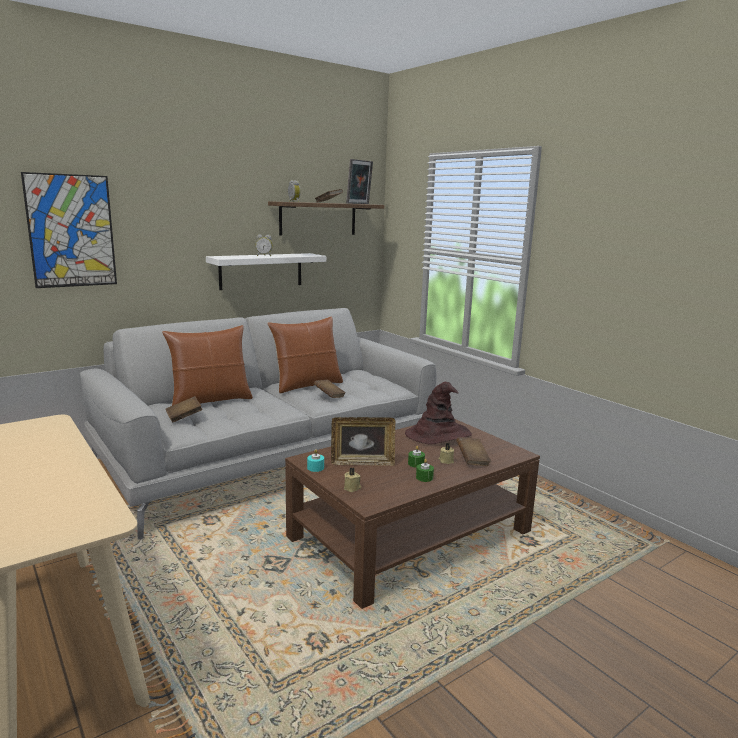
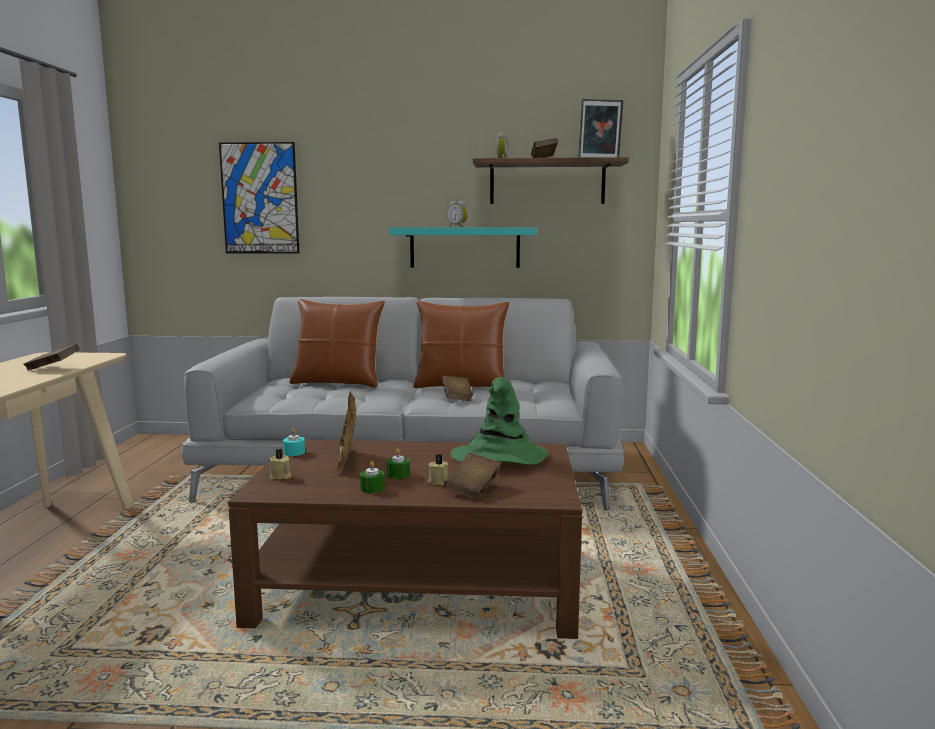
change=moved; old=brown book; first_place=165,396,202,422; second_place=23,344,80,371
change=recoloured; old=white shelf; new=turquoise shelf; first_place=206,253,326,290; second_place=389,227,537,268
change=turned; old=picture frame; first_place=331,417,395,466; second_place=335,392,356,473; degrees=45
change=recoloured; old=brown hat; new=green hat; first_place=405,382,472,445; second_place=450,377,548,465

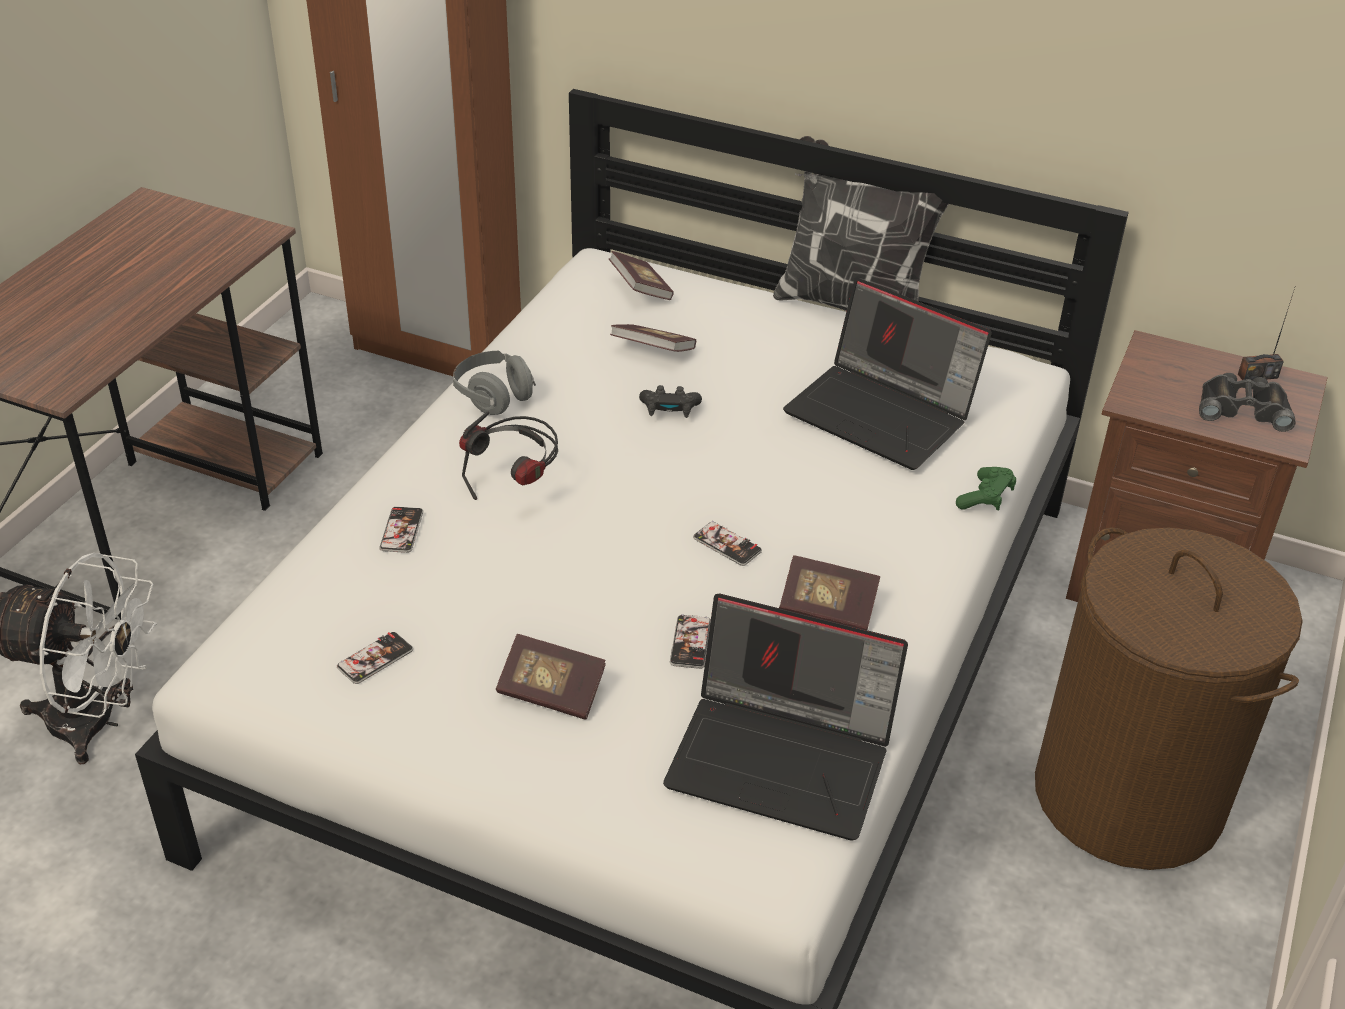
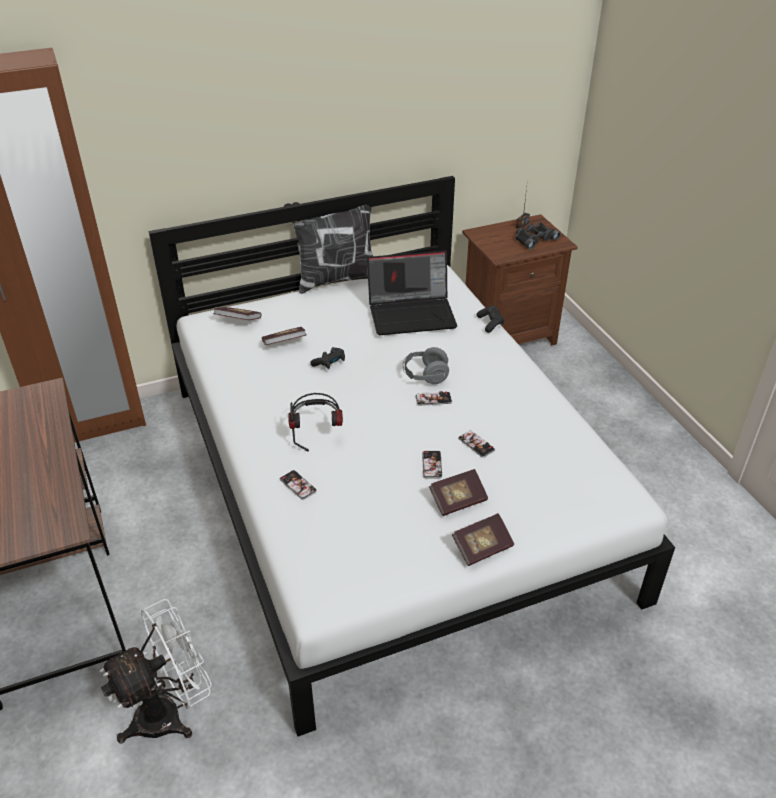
change=moved; old=phone; first_place=337,632,413,684; second_place=422,451,442,478
change=moved; old=grey headphones; first_place=453,351,536,415; second_place=403,347,449,384
change=removed; old=laptop; first_place=663,594,908,841
change=moved; old=book; first_place=779,555,880,630; second_place=452,513,514,566
change=recoloured; old=green game controller; new=black game controller; first_place=956,467,1016,510; second_place=477,306,505,333
change=removed; old=brown laundry basket; first_place=1035,528,1303,870

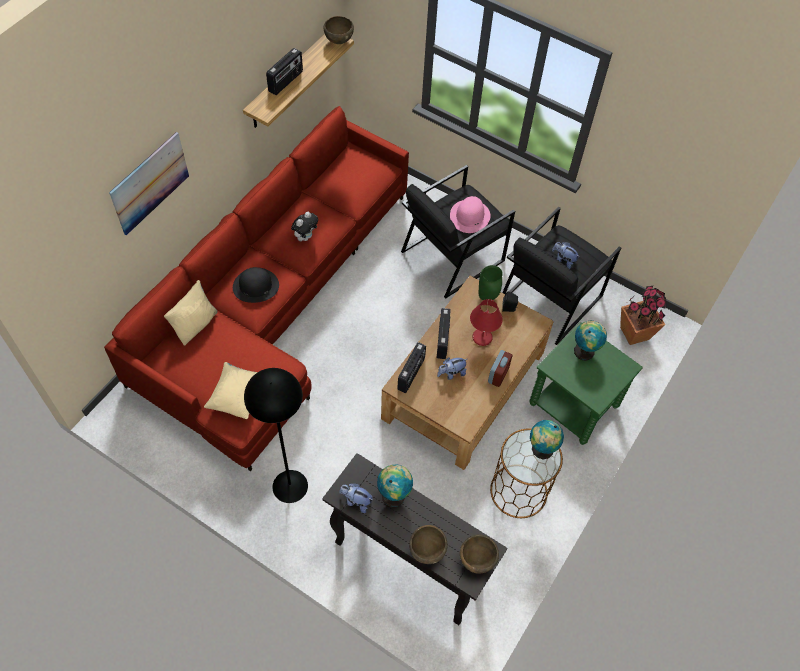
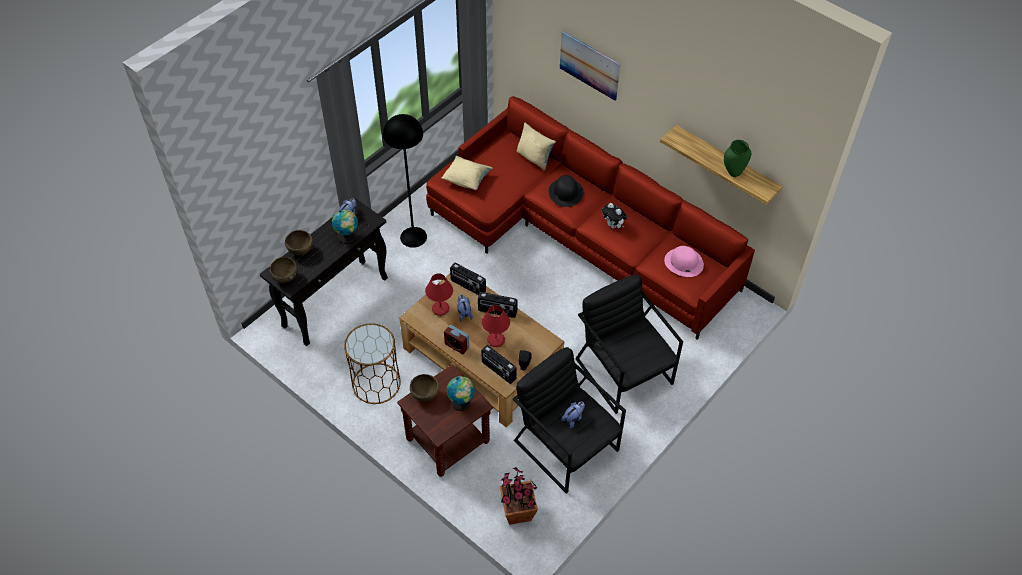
change=moved; old=radio; first_place=266,48,303,95; second_place=481,345,517,384
change=moved; old=brown bowl; first_place=324,16,354,44; second_place=410,374,439,402
change=moved; old=pink hat; first_place=450,196,491,233; second_place=664,246,704,277
change=moved; old=green vase; first_place=479,265,503,300; second_place=724,140,751,177
change=recoloured; old=green side table; new=brown side table; first_place=530,322,643,445; second_place=397,364,493,477
change=removed; old=globe; first_place=530,420,564,460
change=added; new=red table lamp; second_place=425,273,453,316

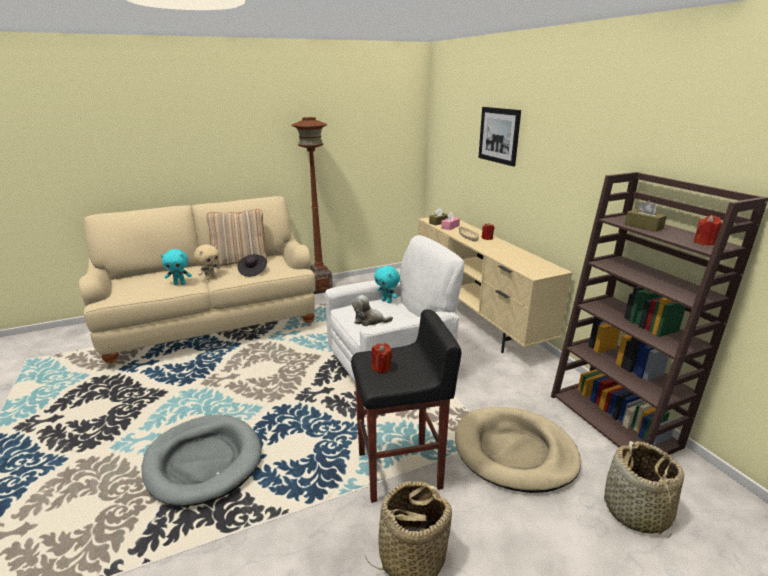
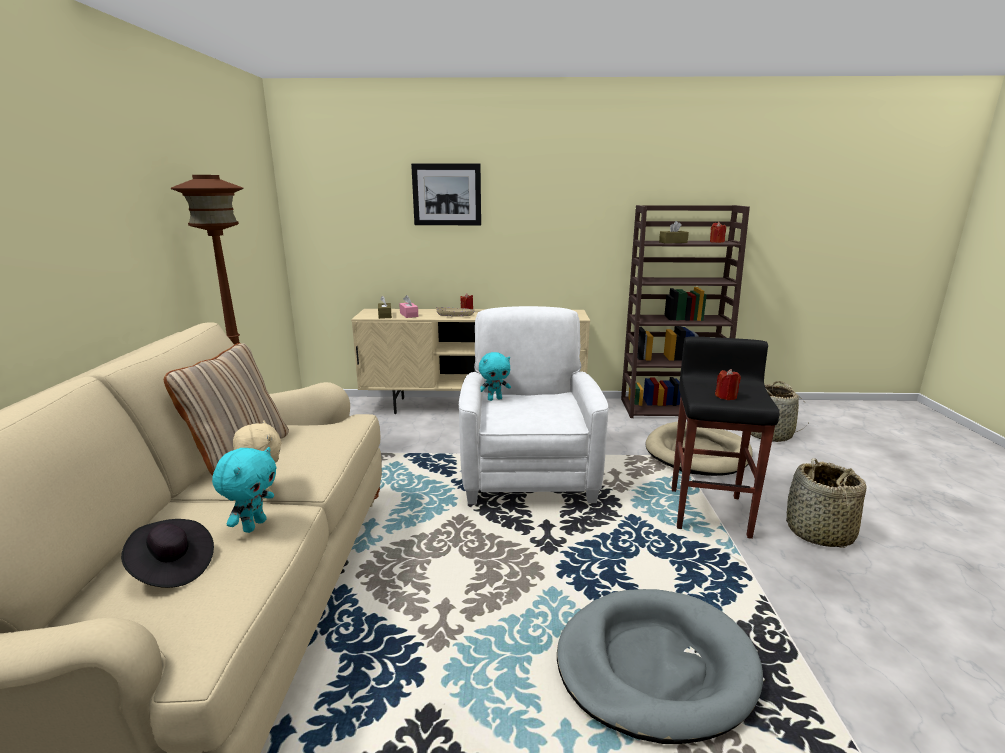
change=moved; old=black hat; first_place=237,254,267,277; second_place=121,519,214,588
change=removed; old=plush toy; first_place=352,295,393,326

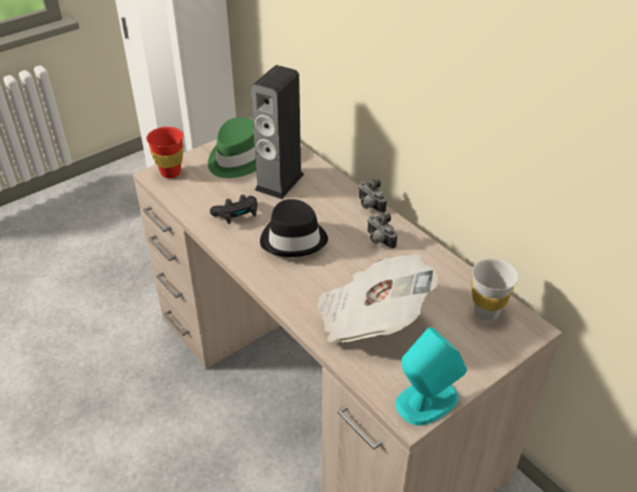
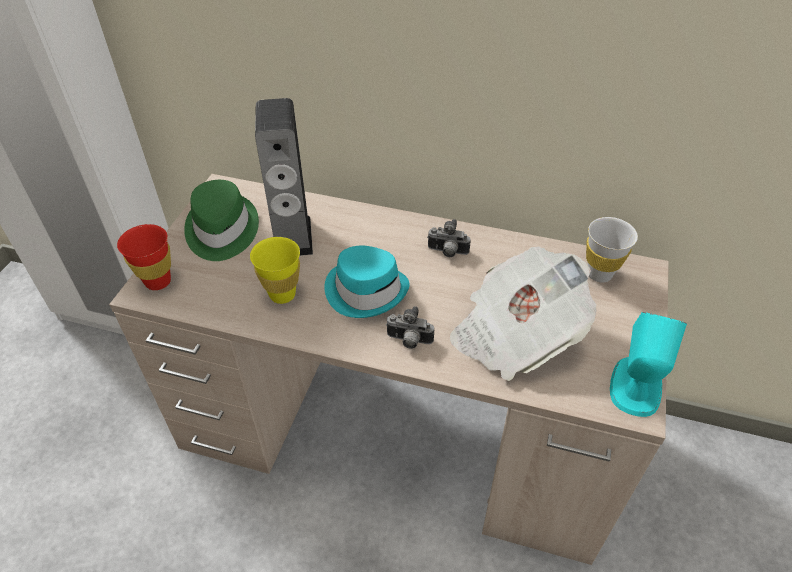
change=replaced; old=black game controller; new=yellow cup; first_place=210,195,257,224; second_place=250,237,300,304
change=recoloured; old=black hat; new=turquoise hat; first_place=260,199,328,257; second_place=324,245,410,318
change=moved; old=photo camera; first_place=358,179,387,213; second_place=386,306,434,349

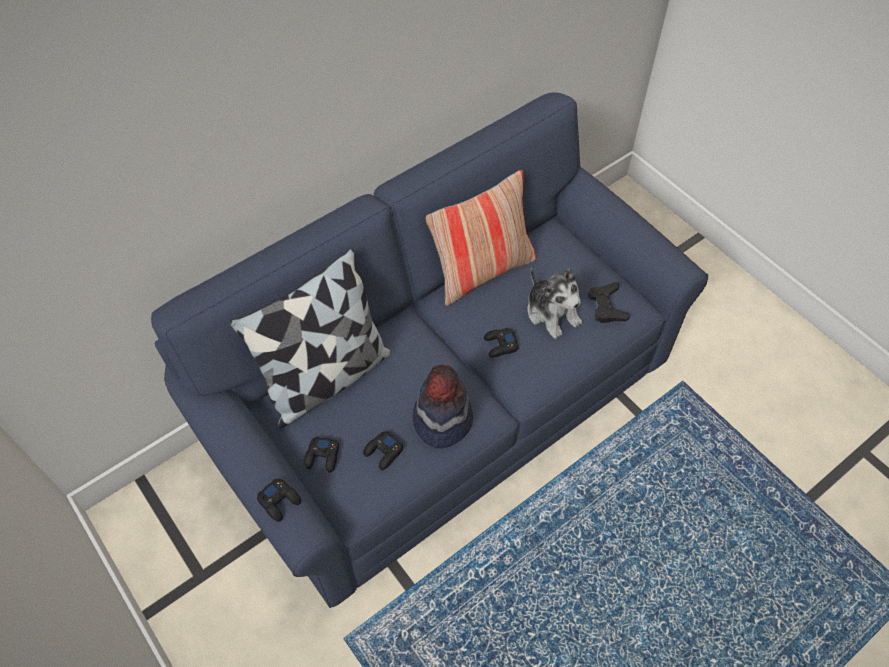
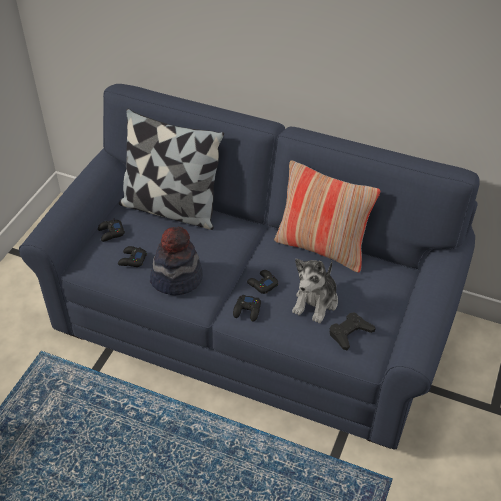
change=moved; old=black game controller; first_place=257,478,301,522; second_place=233,295,261,322

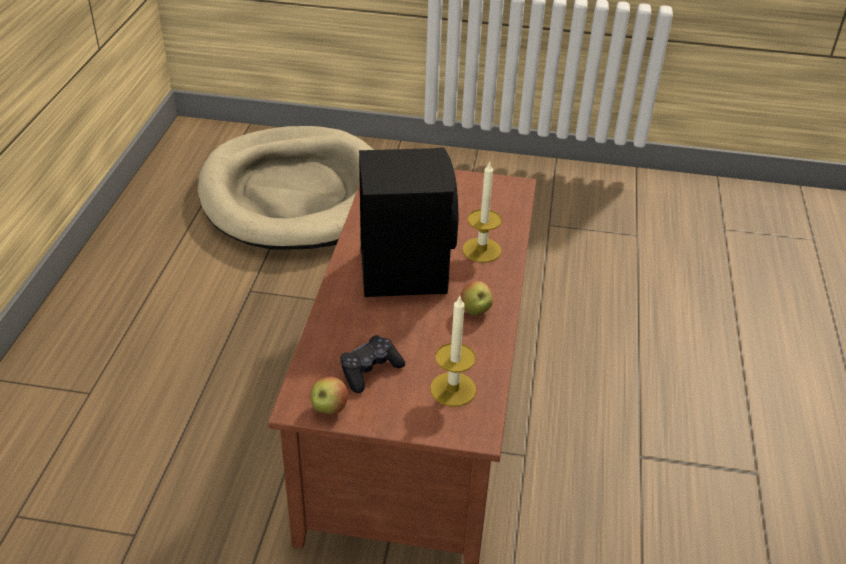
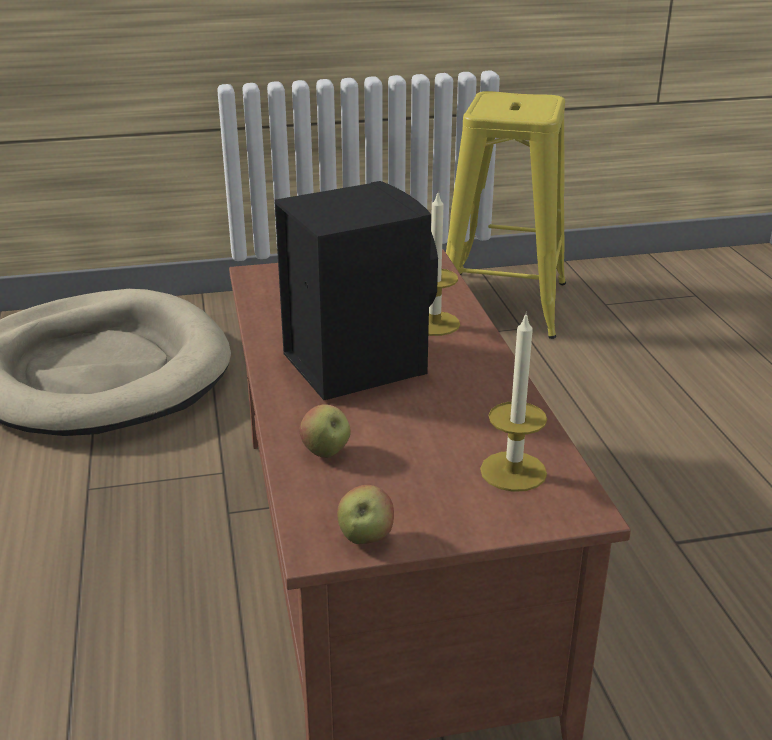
change=removed; old=black game controller; first_place=340,335,405,393
change=moved; old=apple; first_place=460,281,493,316; second_place=299,404,351,458
change=added; new=yellow stool; second_place=446,91,566,339

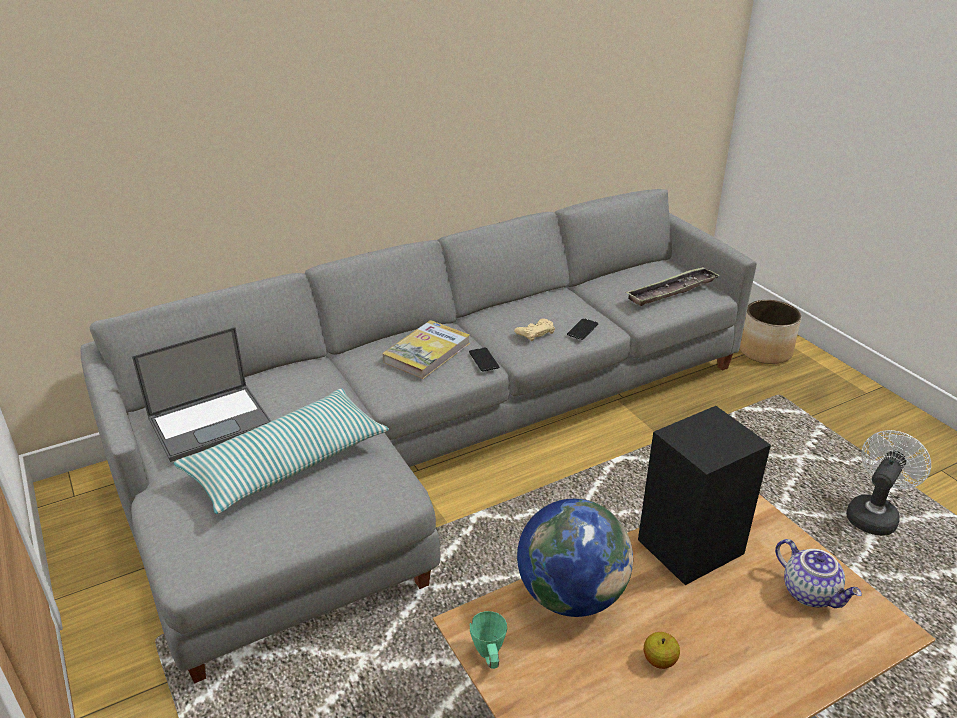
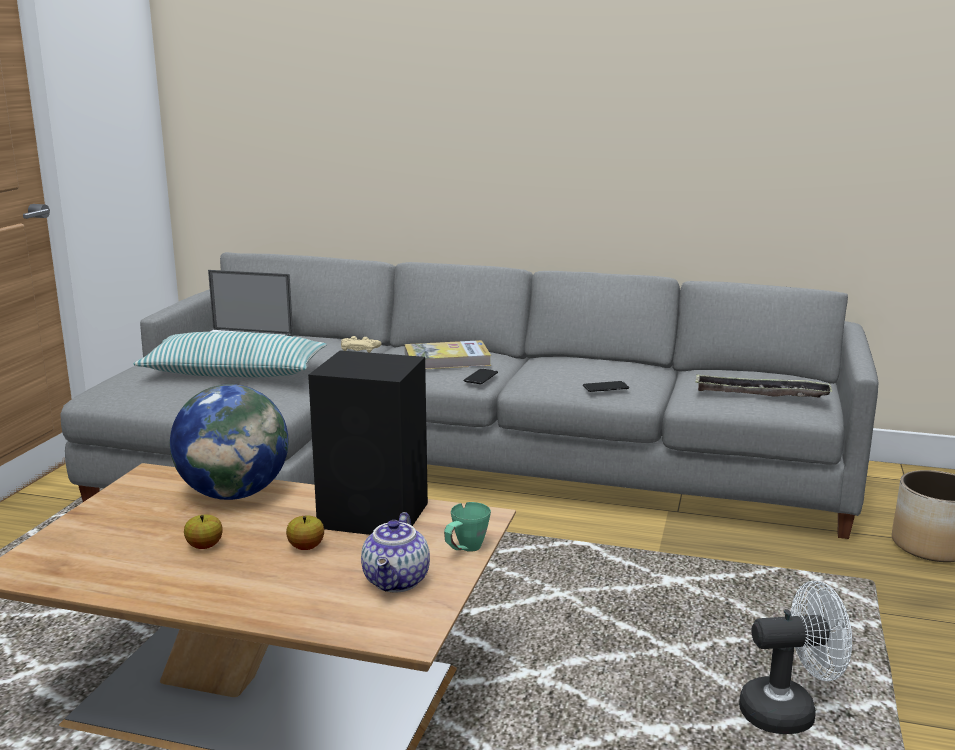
change=moved; old=green mug; first_place=470,611,507,669; second_place=444,502,491,552
change=moved; old=beige game controller; first_place=514,318,555,341; second_place=341,336,382,353
change=added; new=apple; second_place=286,516,324,550

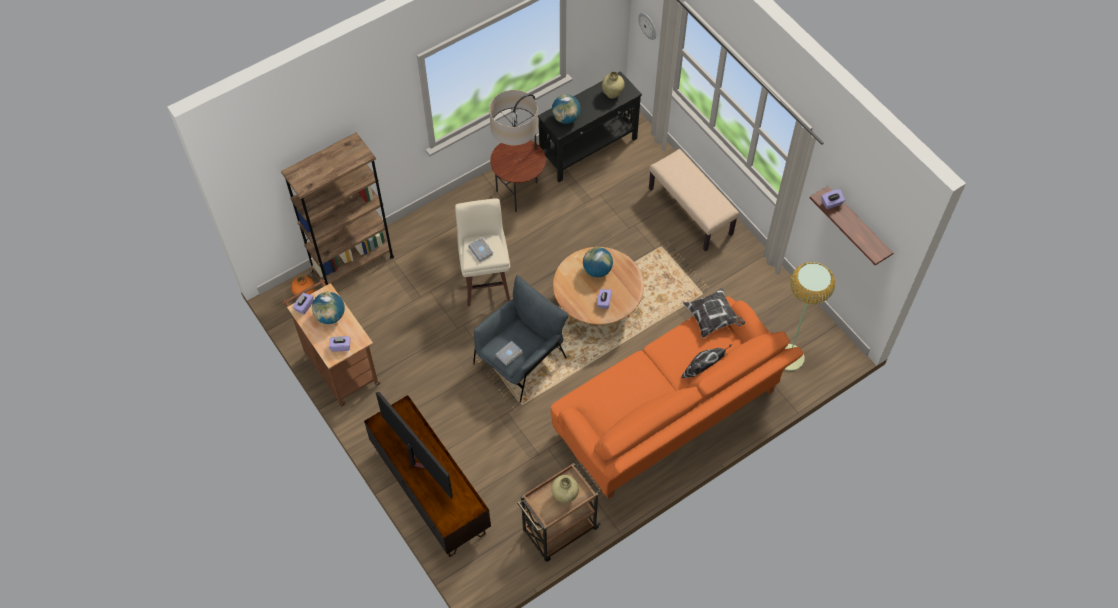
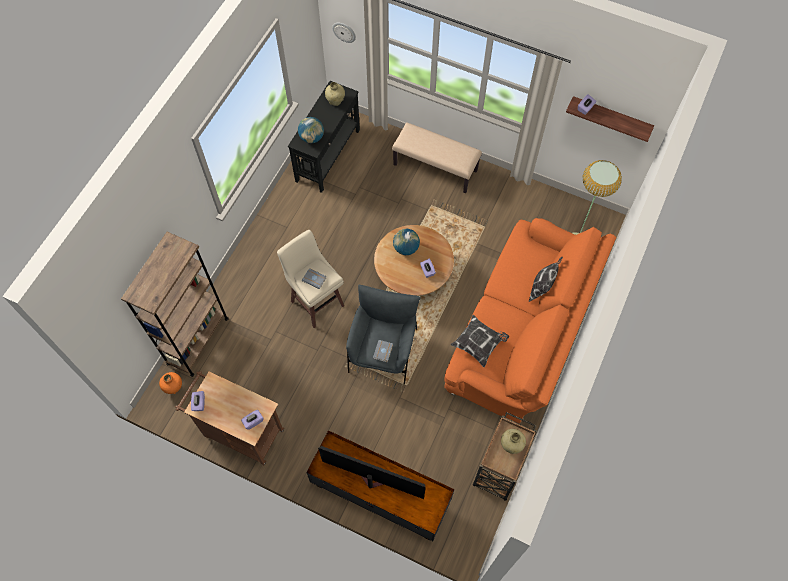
change=removed; old=globe; first_place=312,292,345,324
change=removed; old=floor lamp; first_place=489,90,546,212
change=moved; old=pillow; first_place=683,288,745,338; second_place=451,315,509,367

